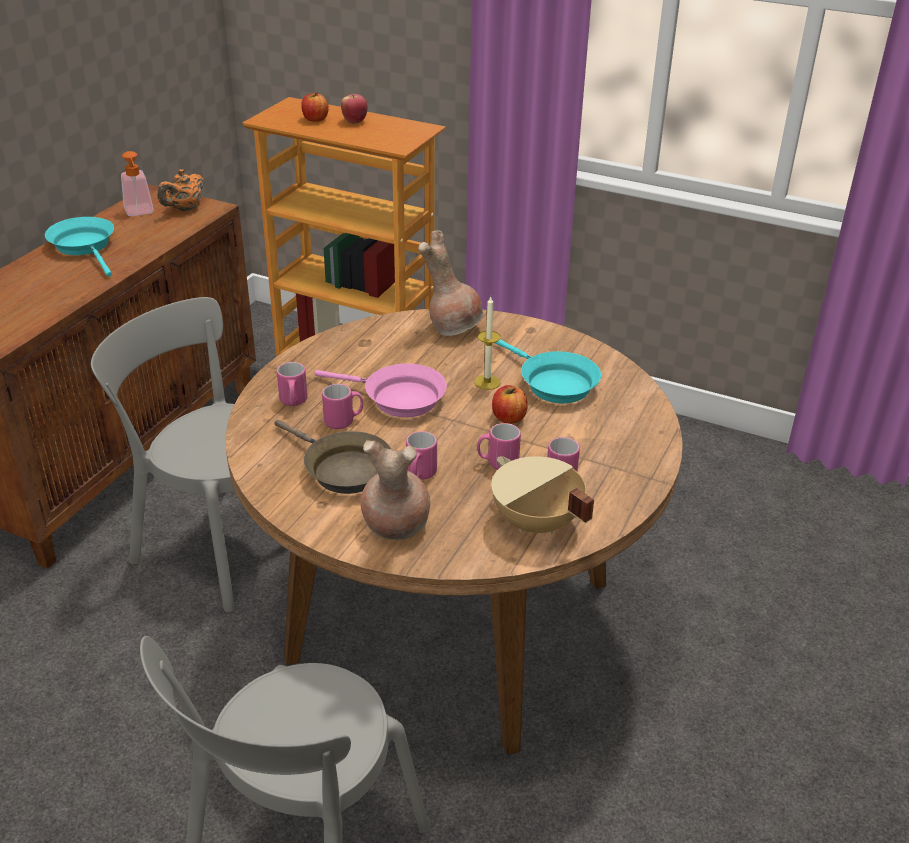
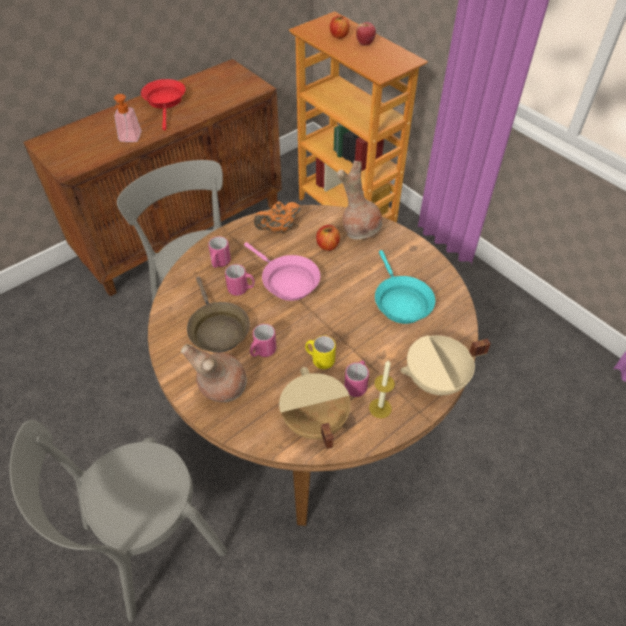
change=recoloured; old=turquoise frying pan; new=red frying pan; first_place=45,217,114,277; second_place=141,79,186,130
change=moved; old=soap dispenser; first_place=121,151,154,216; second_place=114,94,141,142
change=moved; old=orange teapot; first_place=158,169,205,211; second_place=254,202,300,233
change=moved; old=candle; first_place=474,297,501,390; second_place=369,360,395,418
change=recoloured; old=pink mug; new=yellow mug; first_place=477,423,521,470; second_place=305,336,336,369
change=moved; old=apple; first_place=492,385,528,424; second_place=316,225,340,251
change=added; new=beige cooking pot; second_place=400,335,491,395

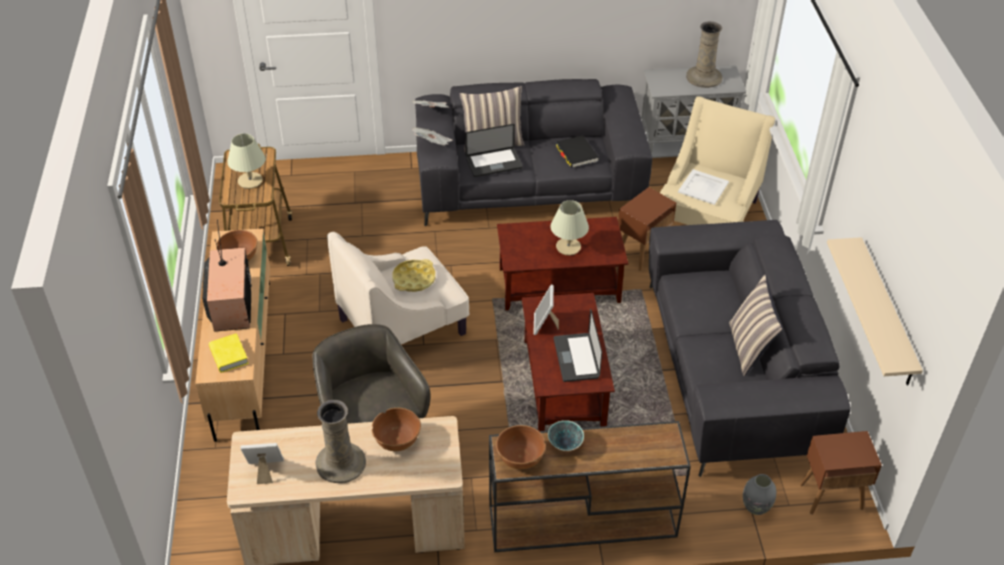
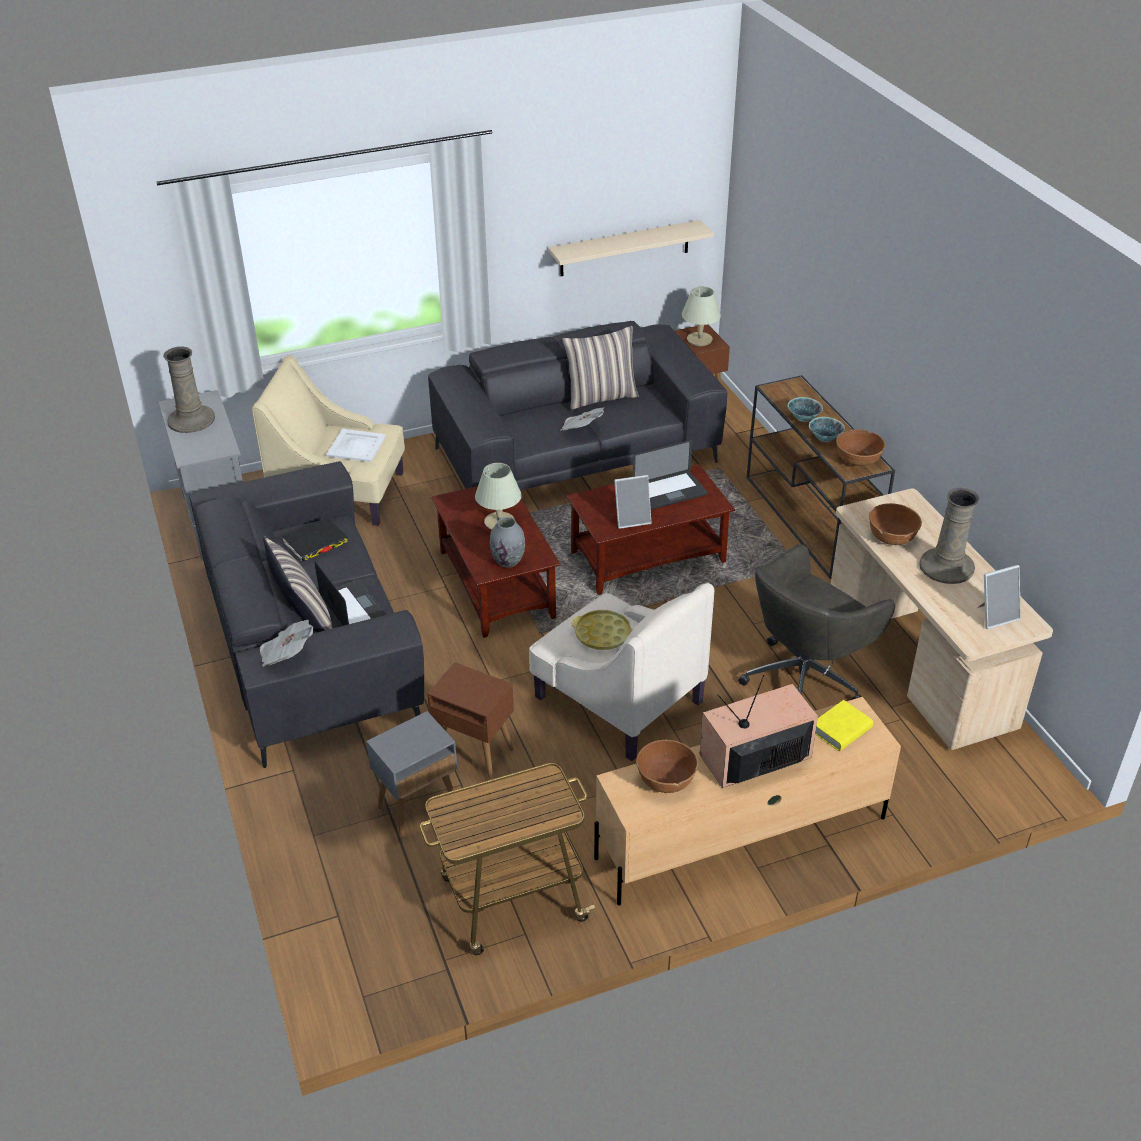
change=moved; old=beige table lamp; first_place=227,133,266,189; second_place=682,286,721,346
change=turned; old=picture frame; first_place=240,443,284,484; second_place=978,565,1021,629; degrees=-90
change=moved; old=newspaper; first_place=412,127,453,146; second_place=560,407,605,431
change=moved; old=brown side table; first_place=618,187,676,271; second_place=427,662,514,779
change=moved; old=grey vase; first_place=743,474,776,515; second_place=490,517,525,568
change=added; new=grey side table; second_place=366,711,457,836
change=added; new=bowl; second_place=787,397,823,422

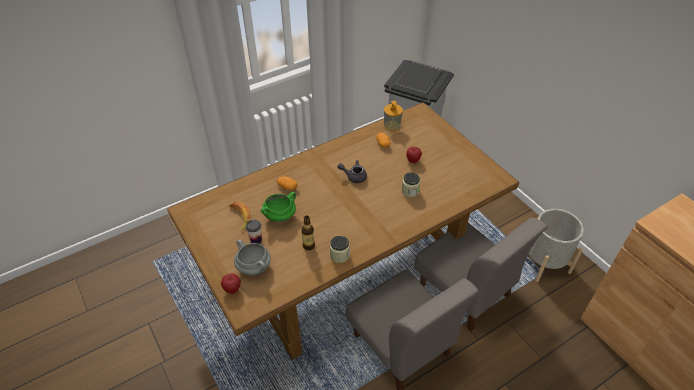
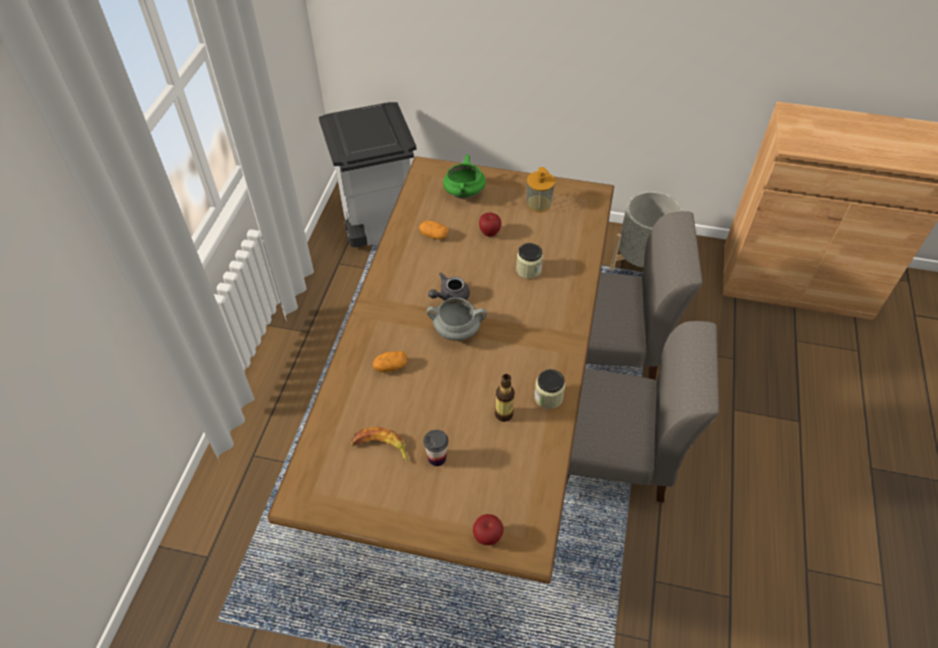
change=moved; old=grey cooking pot; first_place=234,239,271,275; second_place=427,298,487,341
change=moved; old=green cooking pot; first_place=261,192,296,222; second_place=443,155,486,199
change=moved; old=soap dispenser; first_place=384,101,403,131; second_place=527,167,555,212

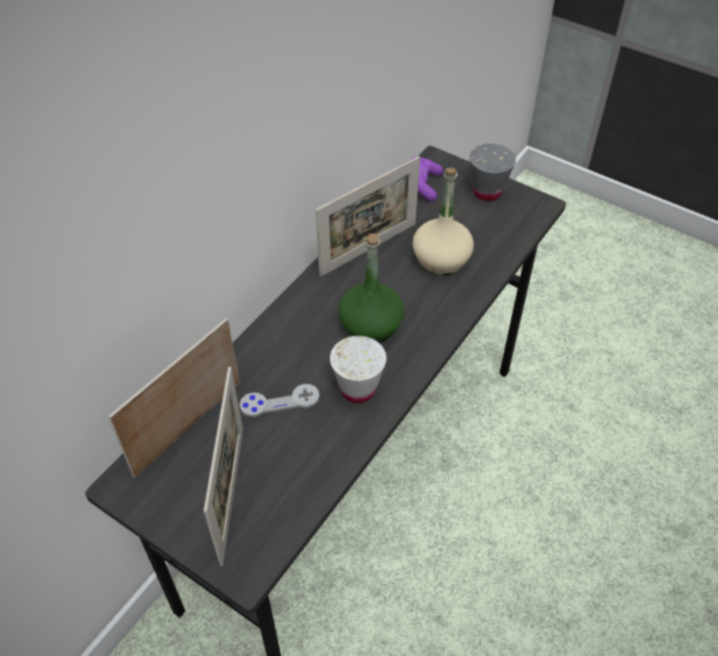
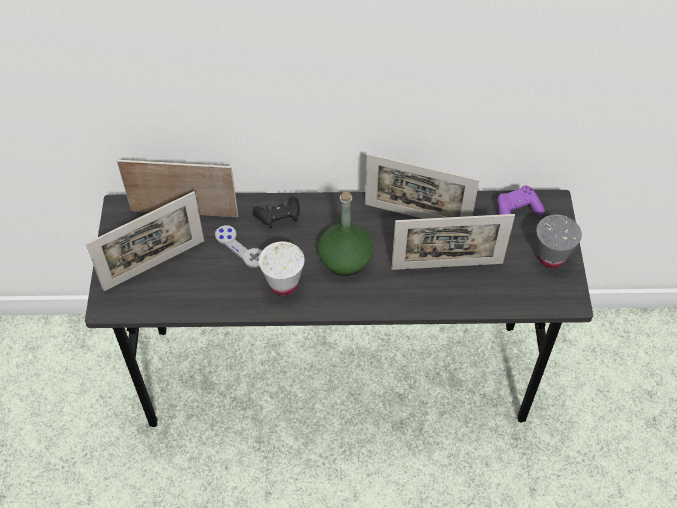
change=replaced; old=beige bottle; new=picture frame; first_place=412,168,474,275; second_place=391,214,515,270
change=added; new=black game controller; second_place=253,197,300,229

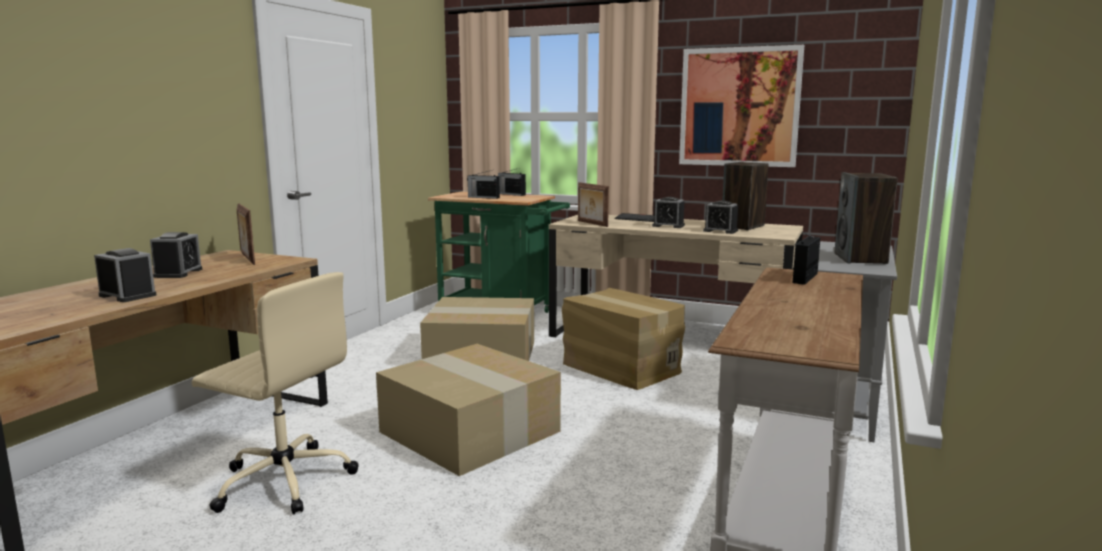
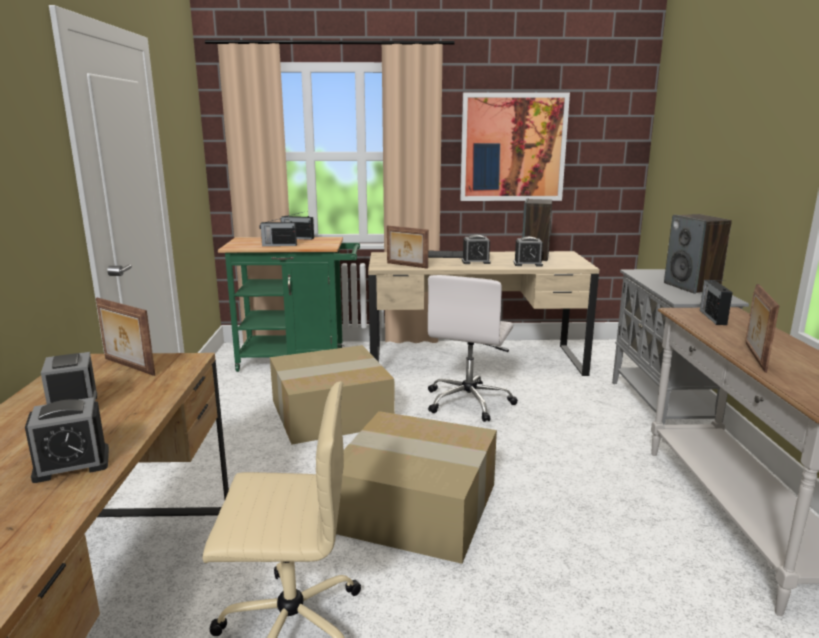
change=turned; old=alarm clock; first_place=94,248,156,302; second_place=25,397,109,483; degrees=150
change=replaced; old=cardboard box; new=white office chair; first_place=562,288,685,390; second_place=428,275,518,422
change=added; new=picture frame; second_place=745,284,780,373

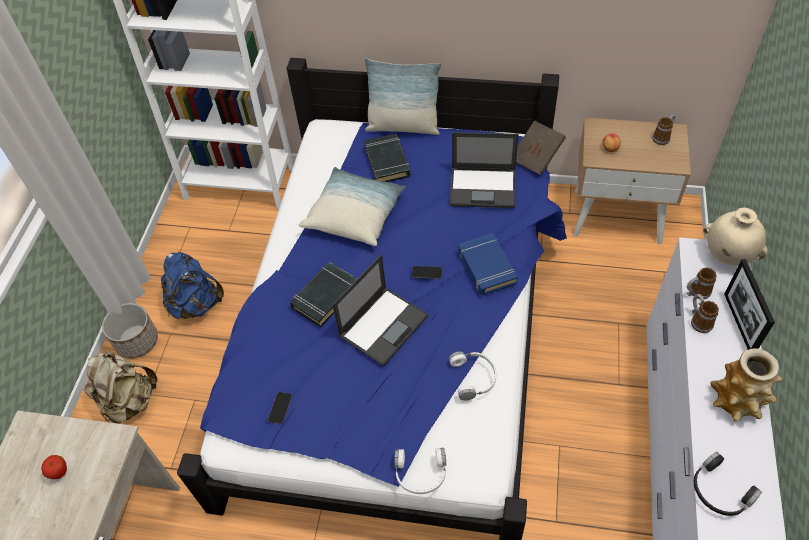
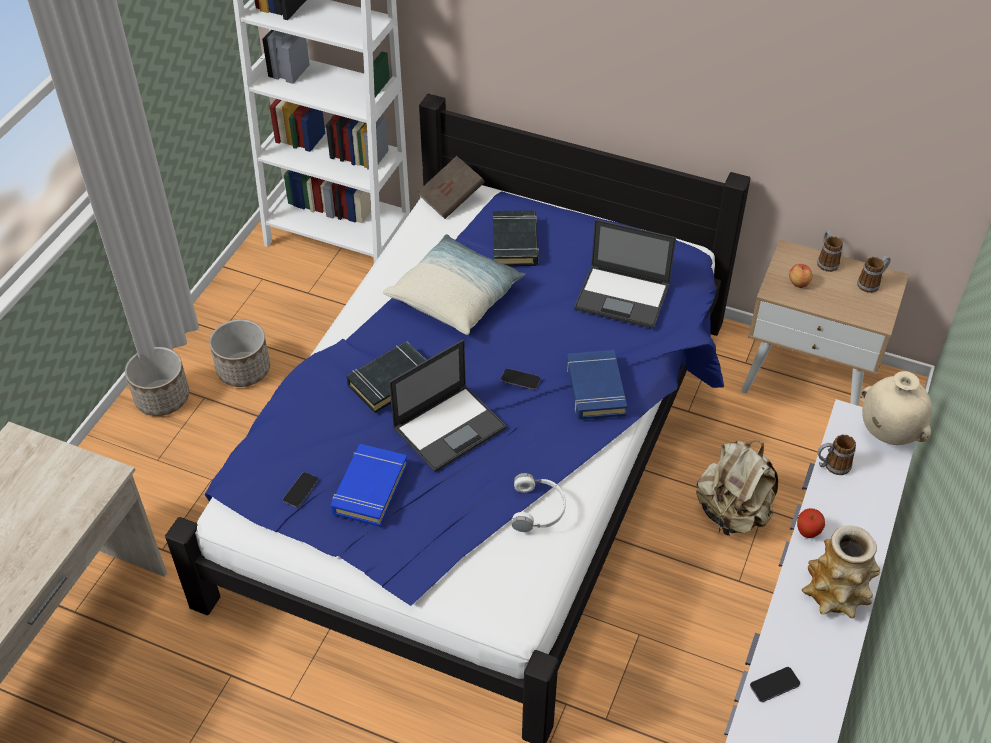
change=moved; old=apple; first_place=41,455,67,479; second_place=797,508,825,538
change=moved; old=beige backpack; first_place=84,351,157,424; second_place=696,440,778,536
change=replaced; old=blue backpack; new=planter; first_place=161,252,224,319; second_place=209,319,270,387
change=removed; old=pillow; first_place=365,58,441,135
change=removed; old=white headphones; first_place=394,448,446,494
change=moved; old=brown book; first_place=516,121,566,175; second_place=417,156,485,219
change=moved; old=mug; first_place=691,294,719,333; second_place=817,230,843,272
change=replaced; old=black headphones; new=phone; first_place=694,452,762,516; second_place=750,667,800,702
change=removed; old=picture frame; first_place=724,259,775,350
change=added; new=blue book; second_place=330,444,408,527

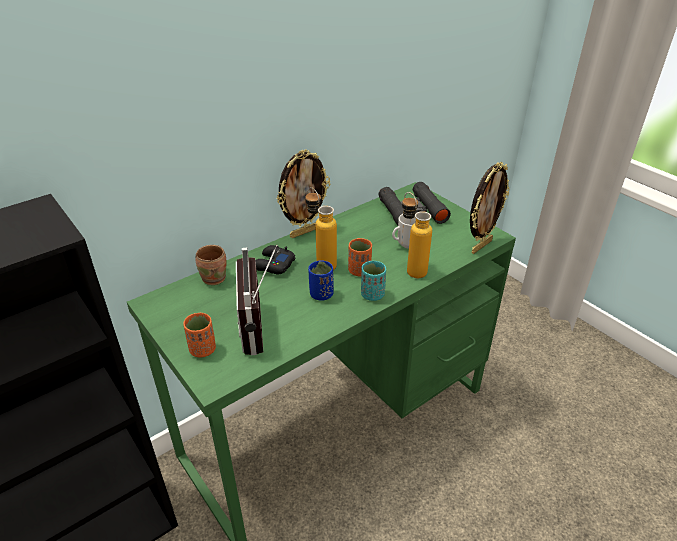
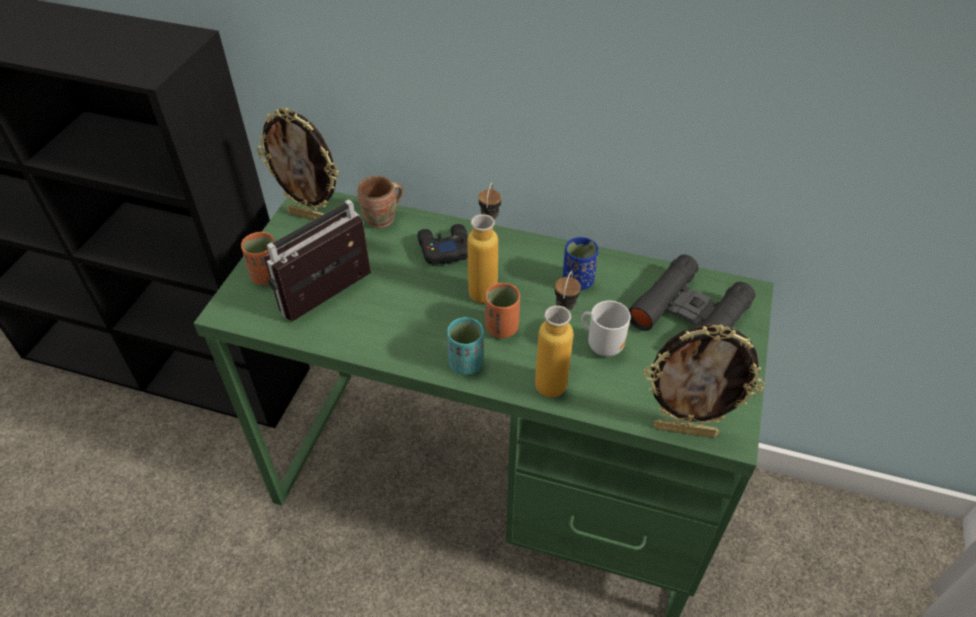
change=moved; old=picture frame; first_place=277,150,330,238; second_place=257,107,339,220
change=moved; old=blue cup; first_place=308,260,334,301; second_place=563,237,599,290

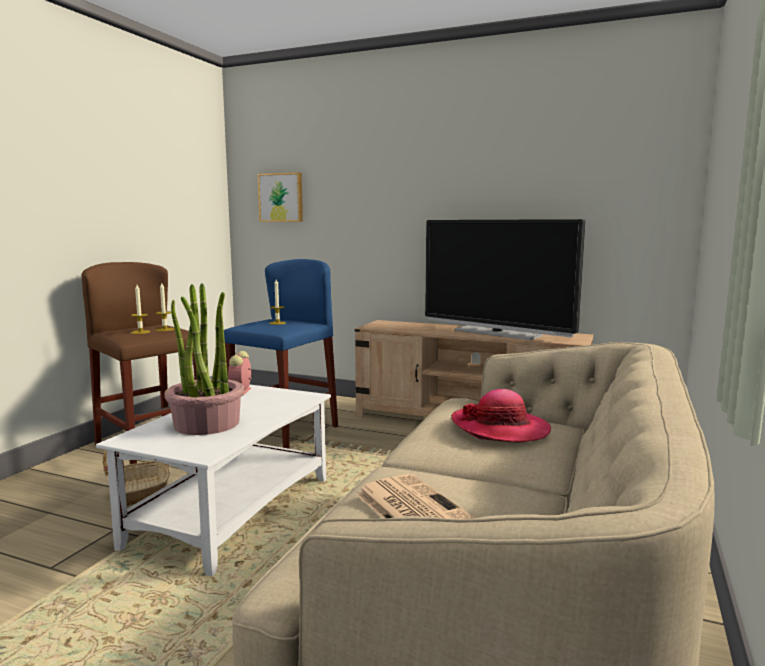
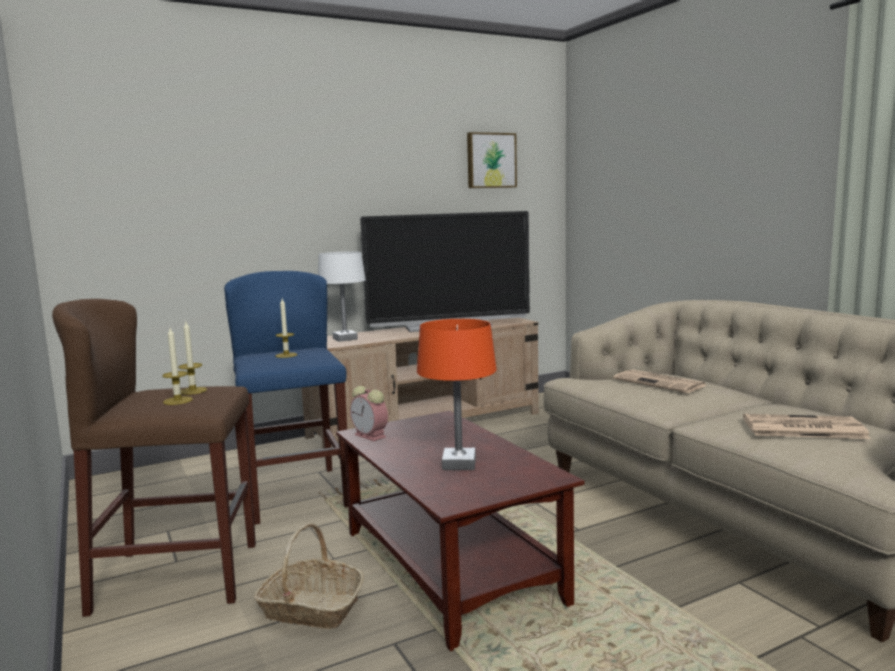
change=recoloured; old=white coffee table; new=brown coffee table; first_place=96,385,331,577; second_place=336,411,584,651
change=replaced; old=potted plant; new=orange table lamp; first_place=165,283,244,435; second_place=417,319,497,470
change=moved; old=picture; first_place=258,172,303,222; second_place=467,132,517,188
change=replaced; old=hat; new=newspaper; first_place=451,389,551,443; second_place=613,369,707,393
change=added; new=white table lamp; second_place=318,251,366,342

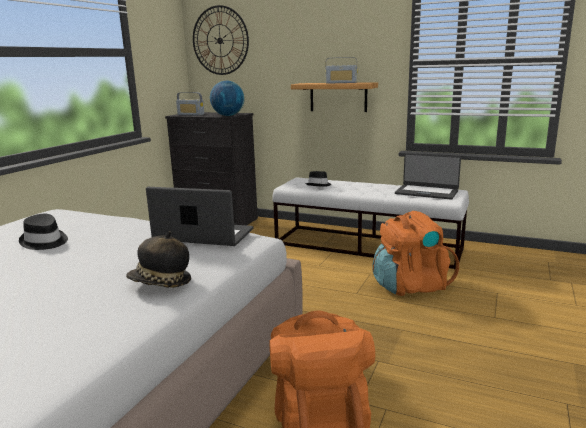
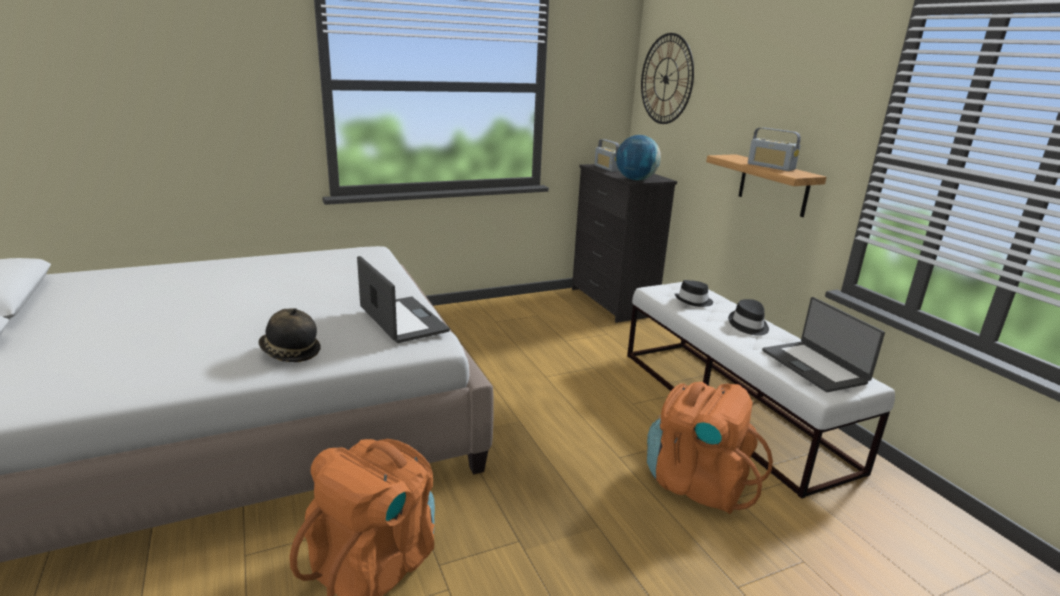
change=moved; old=black hat; first_place=19,214,68,250; second_place=728,299,769,336

